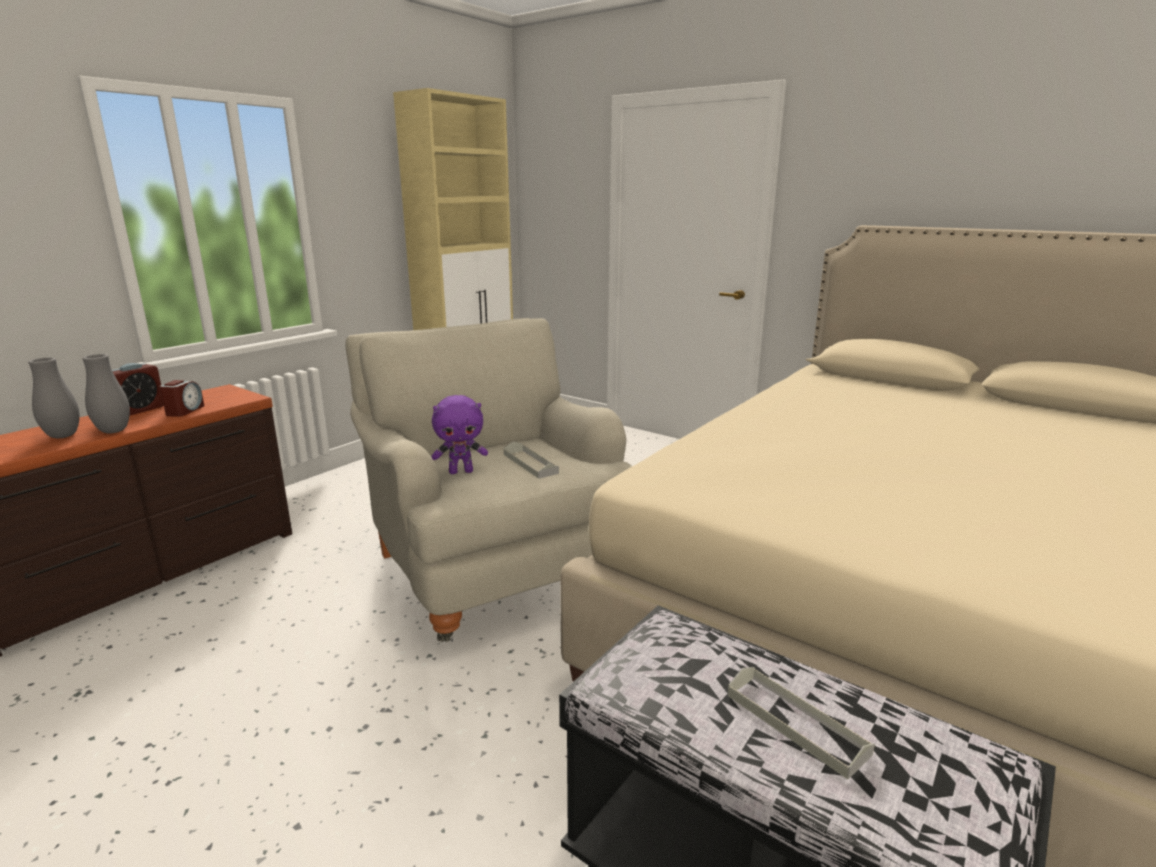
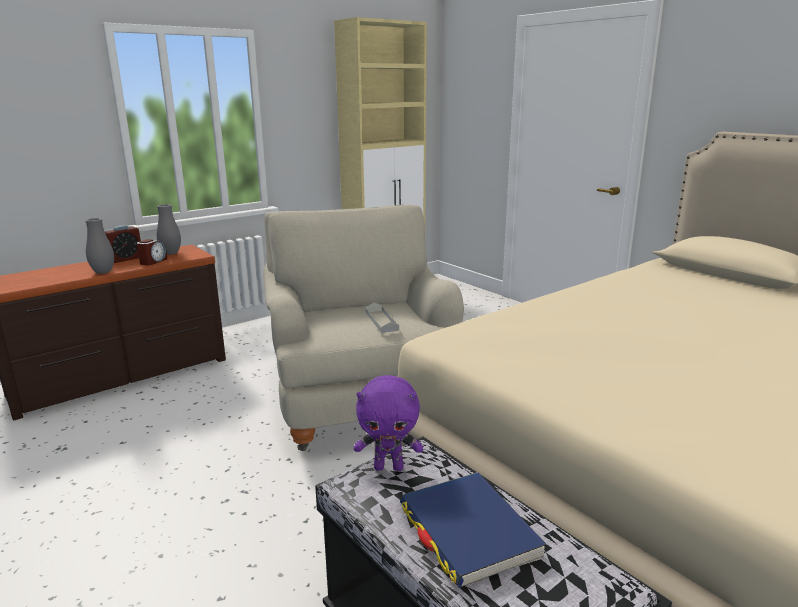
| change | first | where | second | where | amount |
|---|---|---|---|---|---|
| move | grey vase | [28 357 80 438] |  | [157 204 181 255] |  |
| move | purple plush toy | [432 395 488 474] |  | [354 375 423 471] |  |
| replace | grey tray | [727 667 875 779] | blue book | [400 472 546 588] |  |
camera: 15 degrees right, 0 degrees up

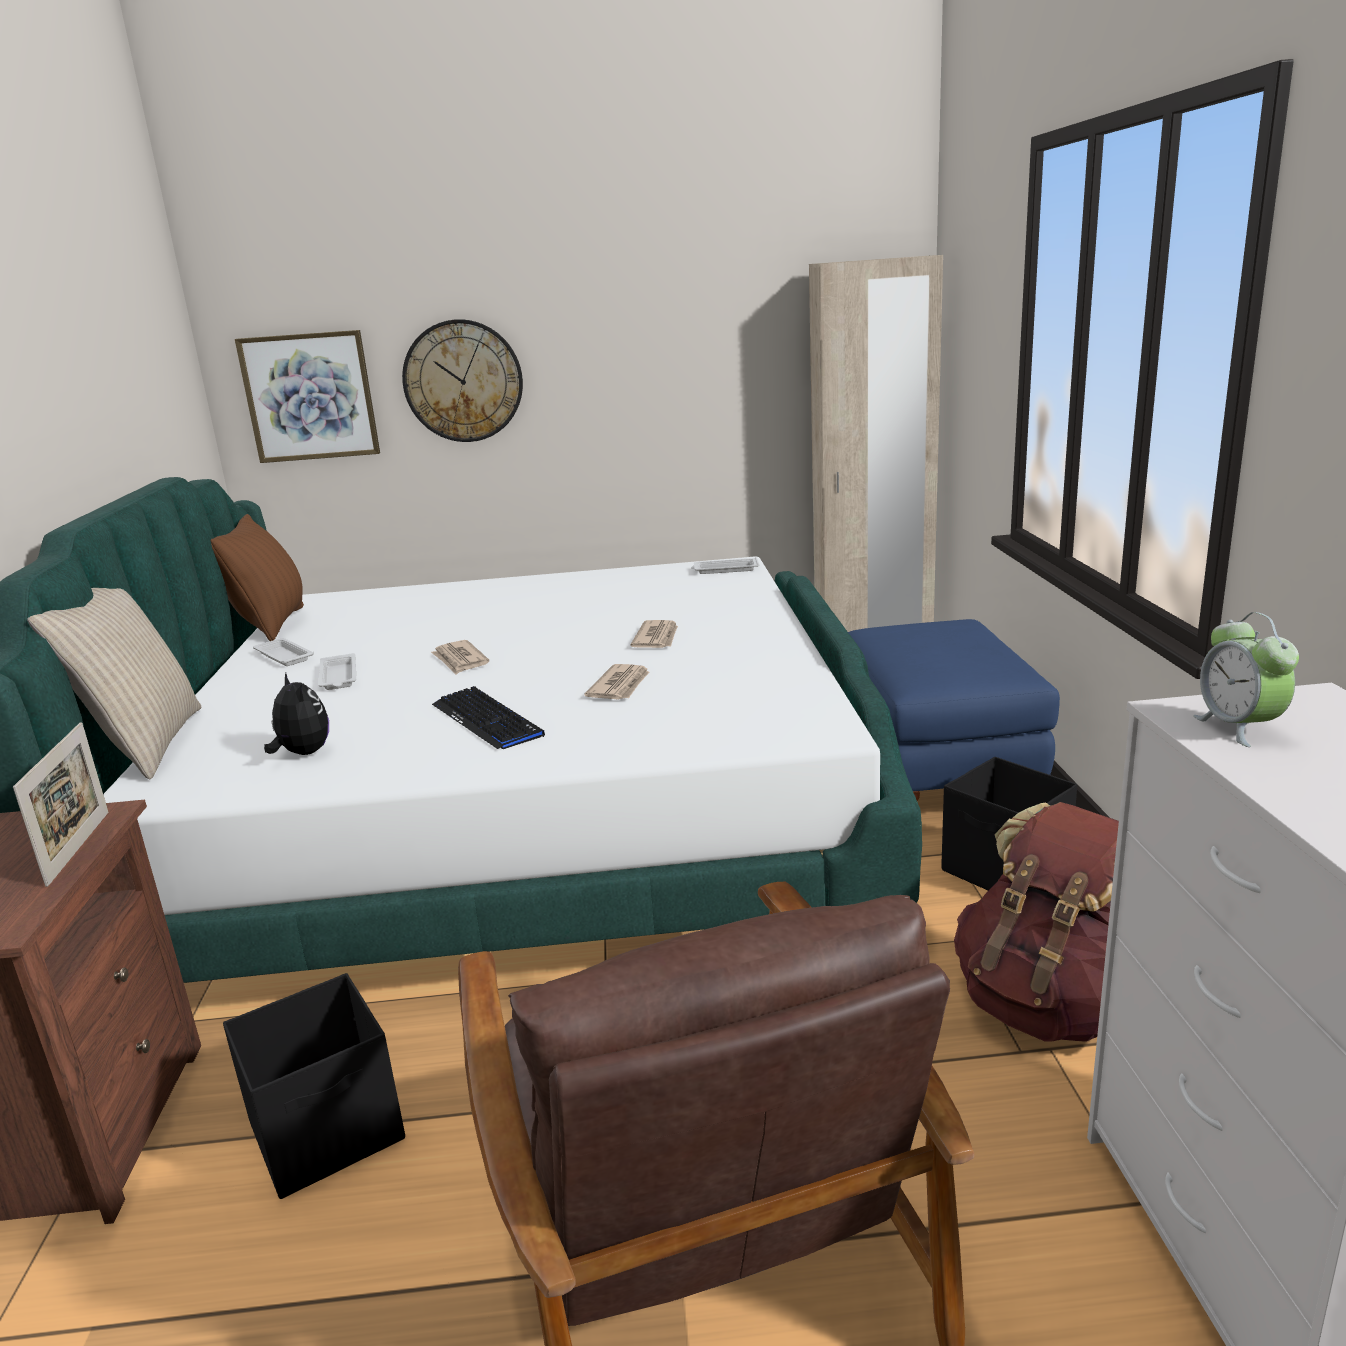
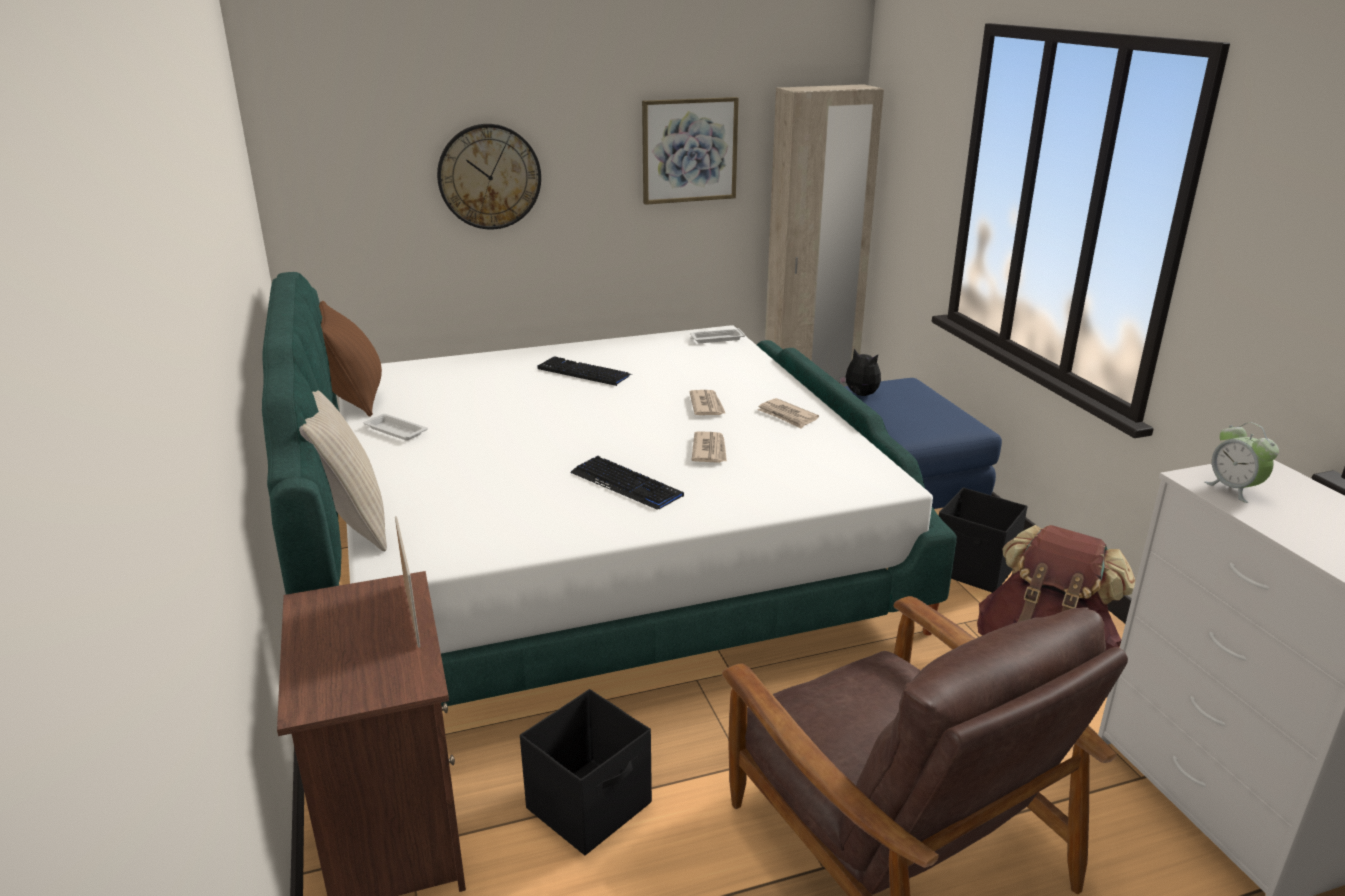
| change | first | where | second | where | amount |
|---|---|---|---|---|---|
| delete | white tray | [318 653 356 690] |  |  |  |
| insert |  |  | keyboard | [538 356 630 386] |  |
| move | picture | [235 330 380 463] |  | [642 97 739 205] |  |
| move | plush toy | [264 673 329 755] |  | [839 349 881 396] |  |
| move | newspaper | [431 640 489 675] |  | [757 398 819 429] |  |
camera: 15 degrees left, 5 degrees up

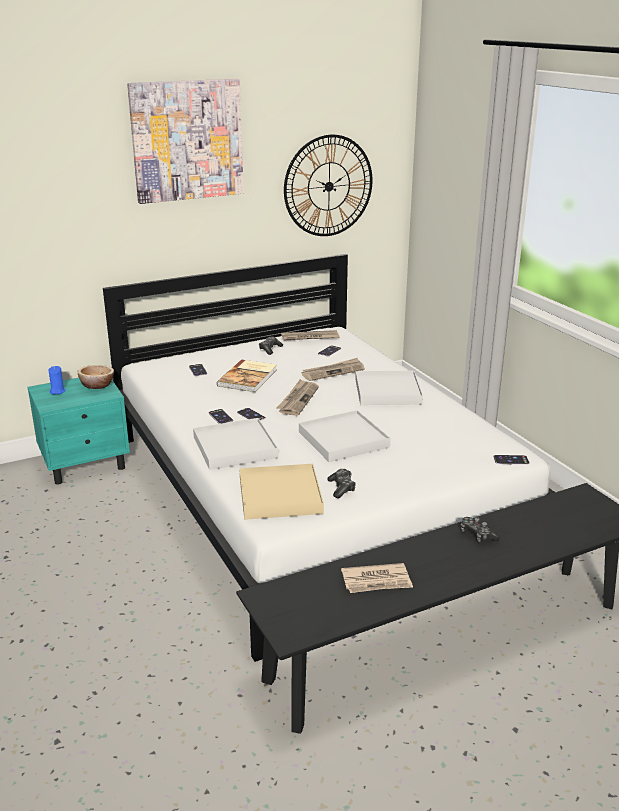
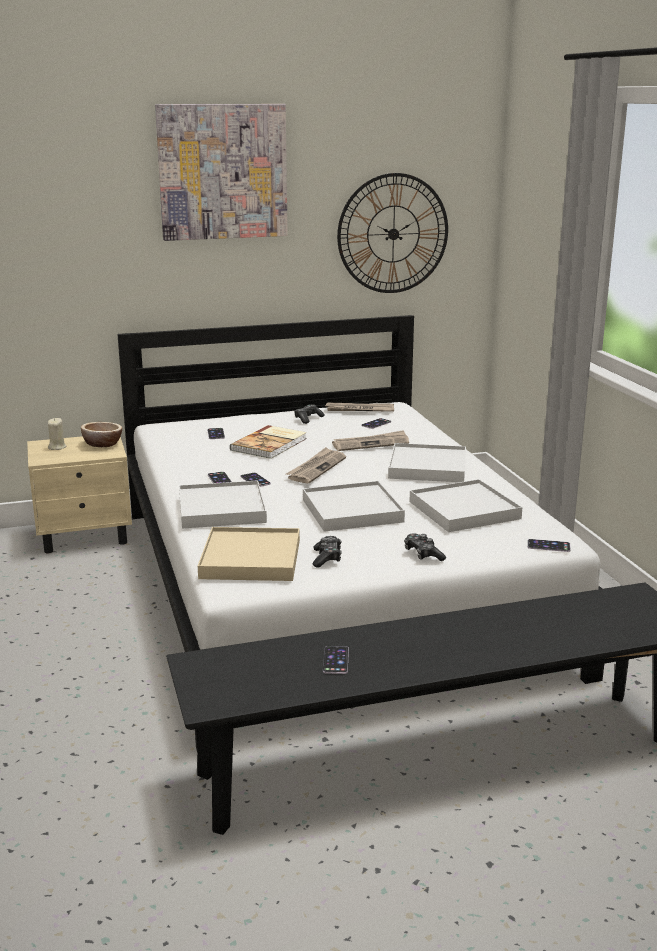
| change | first | where | second | where | amount |
|---|---|---|---|---|---|
| insert |  |  | white tray | [409 479 522 532] |  |
| move | game controller | [461 517 500 542] |  | [404 534 446 561] |  |
| replace | newspaper | [341 563 413 593] | phone | [323 646 349 674] |  |
| recolor | turquoise nightstand | [27 378 130 485] | beige nightstand | [27 436 132 553] |  |
| recolor | blue candle | [49 366 66 395] | beige candle | [48 418 67 450] |  |
camera: 10 degrees right, 5 degrees down

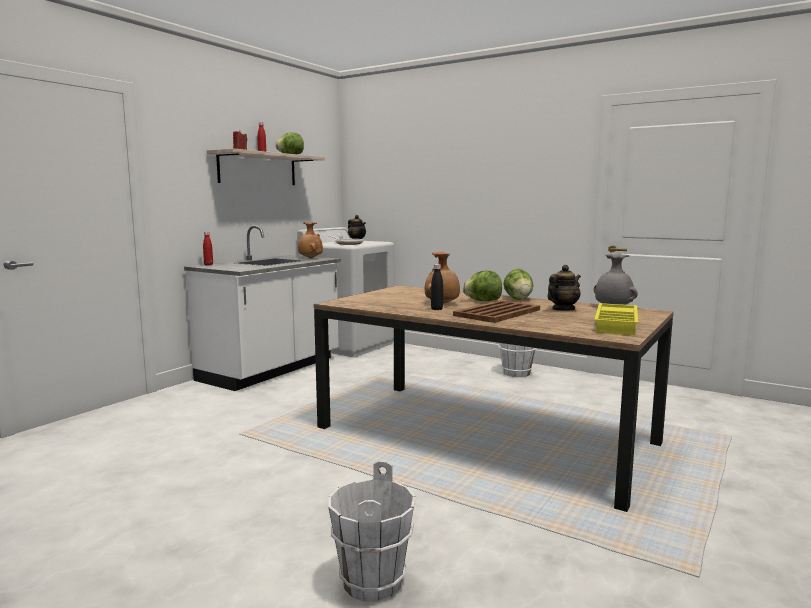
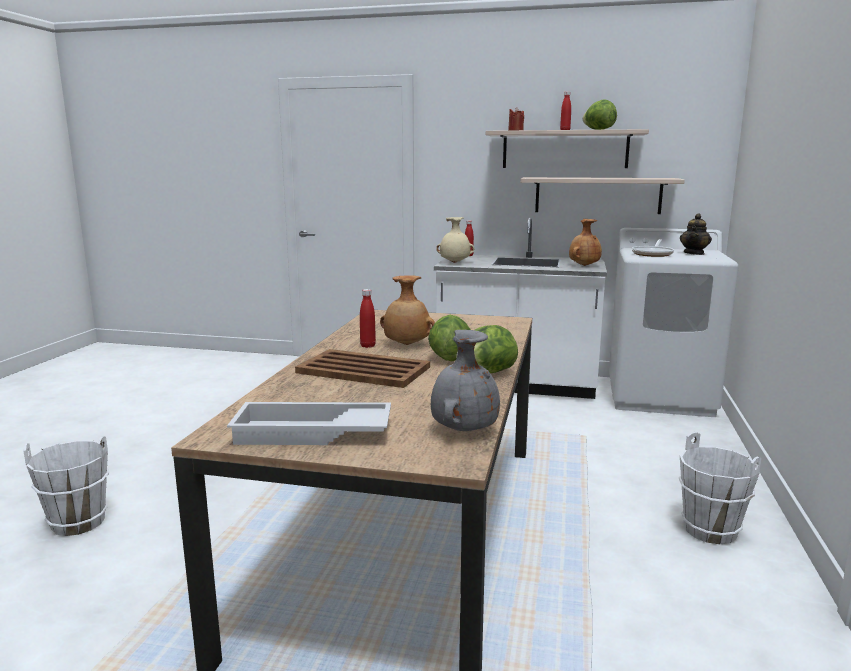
| change | first | where | second | where | amount |
|---|---|---|---|---|---|
| delete | teapot | [547 265 581 311] |  |  |  |
| insert |  |  | beige vase | [436 217 474 263] |  |
| insert |  |  | shelf | [520 177 685 214] |  |
| recolor | black bottle | [431 264 443 310] | red bottle | [360 289 376 348] |  |
| recolor | yellow tray | [594 303 638 335] | white tray | [227 402 391 445] |  |
camera: 70 degrees right, 5 degrees up

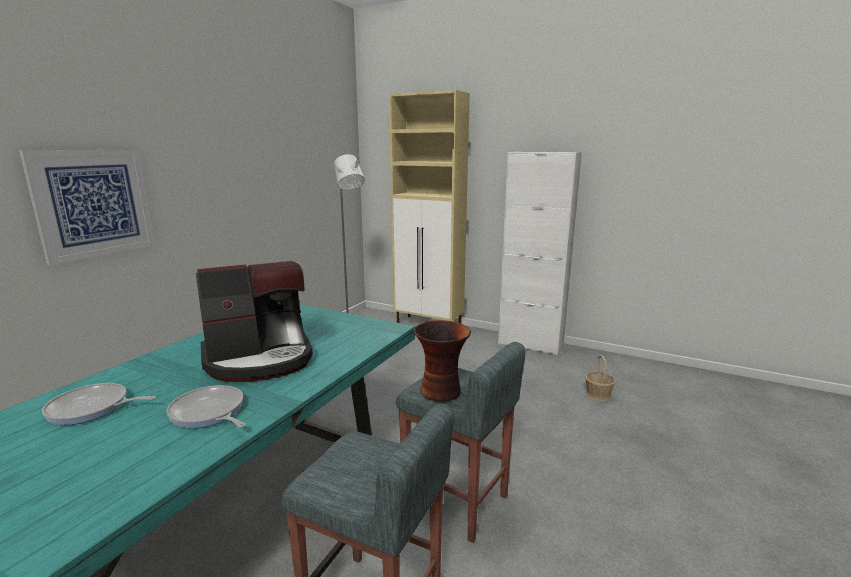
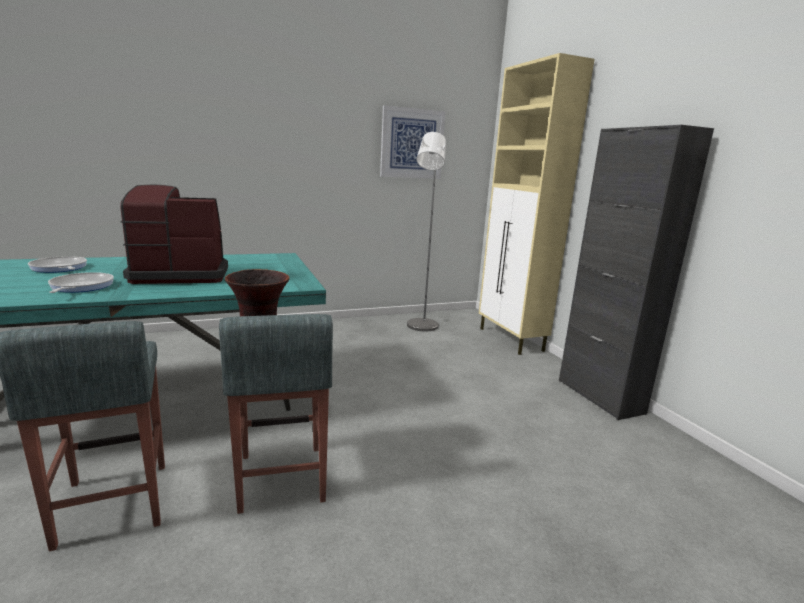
| change | first | where | second | where | amount |
|---|---|---|---|---|---|
| delete | basket | [585 355 616 401] |  |  |  |
| move | picture | [19 150 155 265] |  | [380 105 446 179] |  |
| recolor | white cabinet | [498 152 582 356] | black cabinet | [559 125 714 420] |  |
| rotate | coffee machine | [196 261 313 382] |  | [120 185 228 284] | 150 degrees clockwise |
camera: 40 degrees right, 0 degrees up

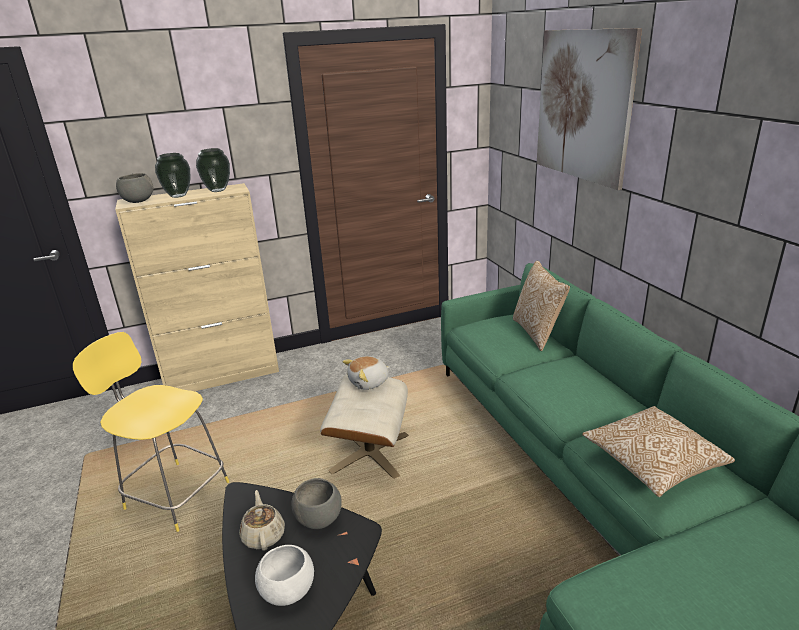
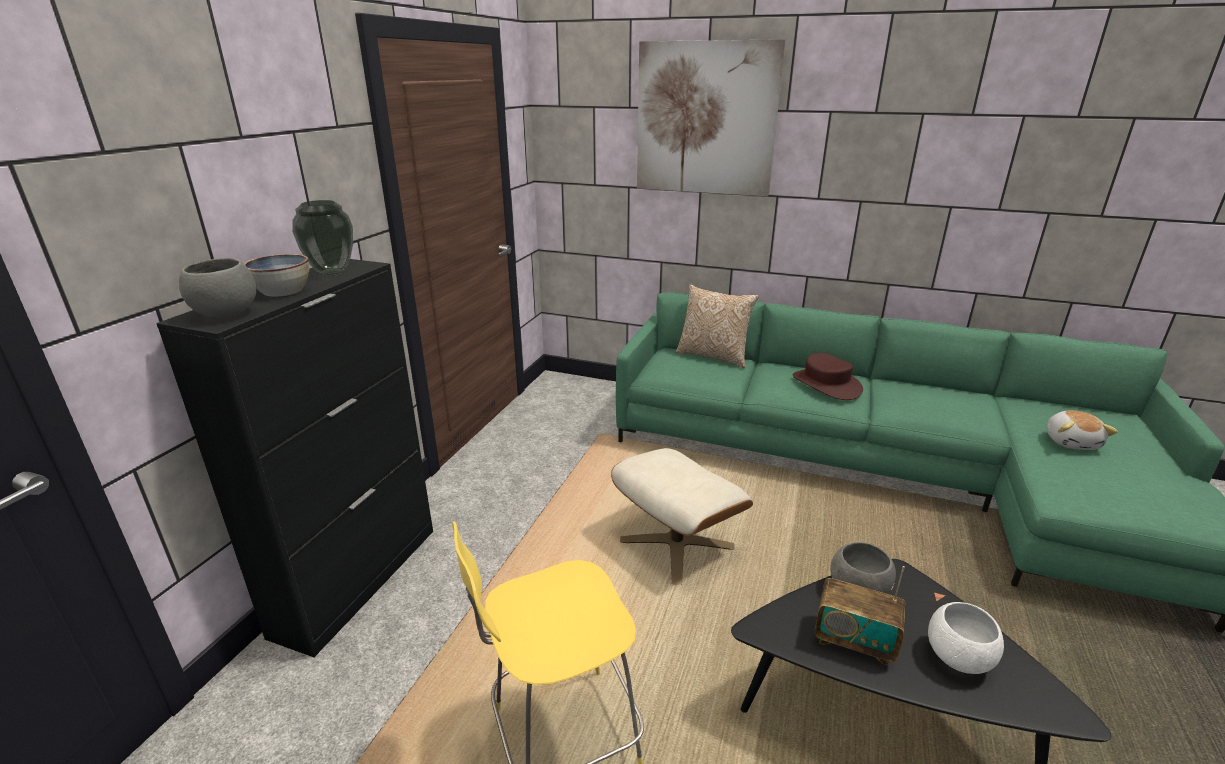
| change | first | where | second | where | amount |
|---|---|---|---|---|---|
| delete | pillow | [582 406 735 497] |  |  |  |
| insert |  |  | brown hat | [793 353 863 400] |  |
| move | plush toy | [342 356 390 390] |  | [1046 411 1118 450] |  |
| replace | vase | [155 153 191 198] | bowl | [244 254 309 297] |  |
| replace | beige teapot | [239 490 285 551] | radio | [815 566 905 665] |  |
| recolor | beige cabinet | [115 183 279 391] | black cabinet | [156 259 433 657] |  |
camera: 50 degrees left, 0 degrees up

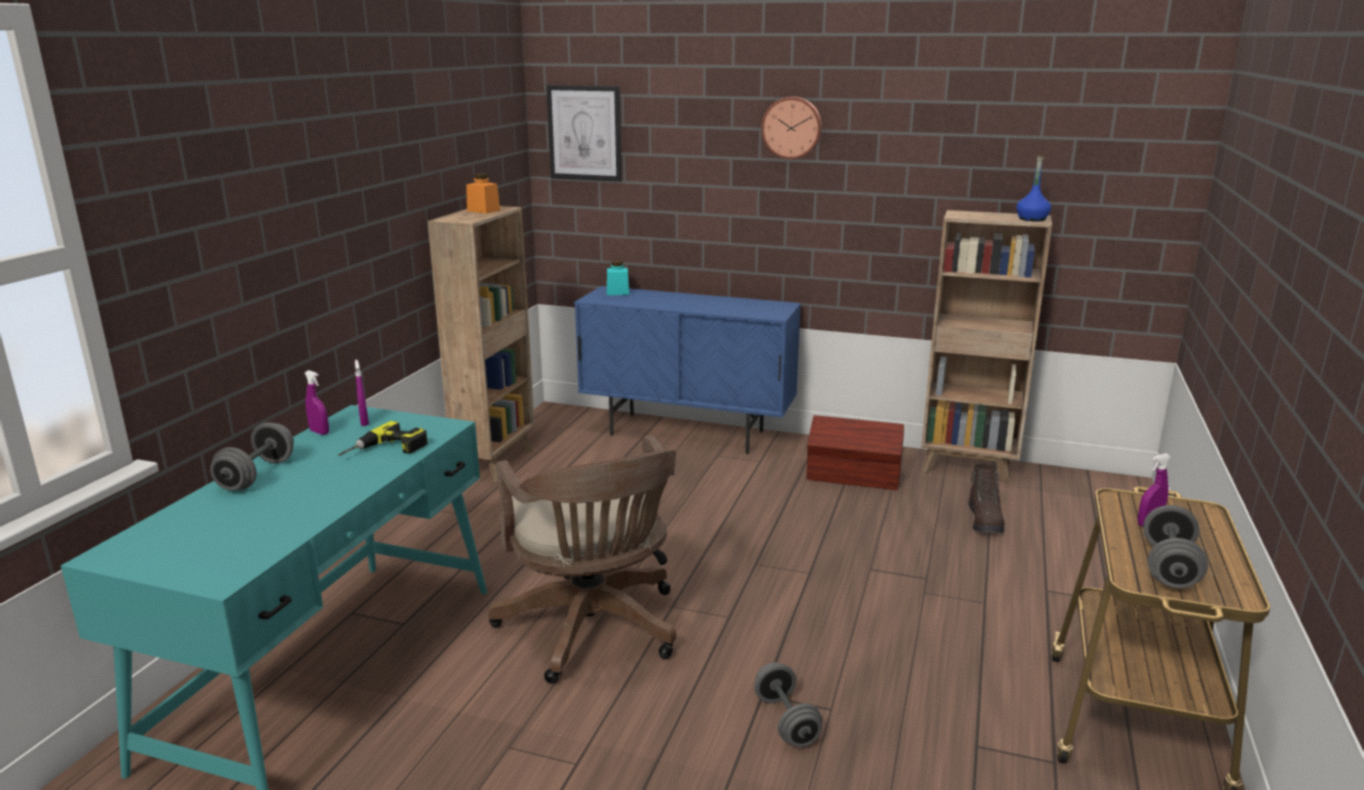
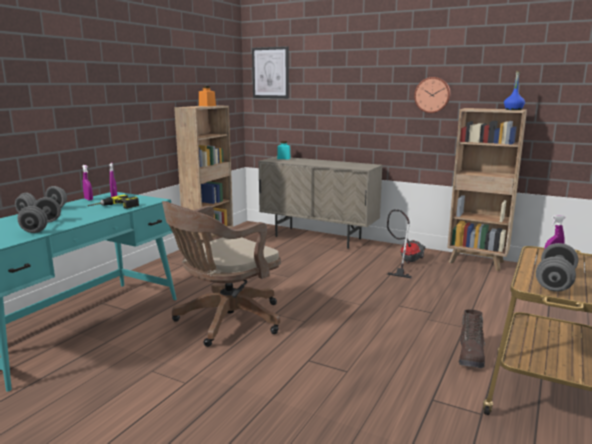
| change | first | where | second | where | amount |
|---|---|---|---|---|---|
| move | grey dumbbell | [754 663 822 747] |  | [17 197 61 233] |  |
| move | wall clock | [761 96 822 160] |  | [414 77 451 113] |  |
| move | brown boot | [968 464 1004 533] |  | [459 310 485 368] |  |
| replace | brown storage box | [806 415 904 490] | vacuum cleaner | [387 209 425 278] |  |
| recolor | blue cabinet | [574 286 801 454] | beige cabinet | [258 156 383 249] |  |
| rotate | brown office chair | [489 435 676 684] |  | [162 201 281 347] | 60 degrees clockwise |
camera: 10 degrees right, 5 degrees down

